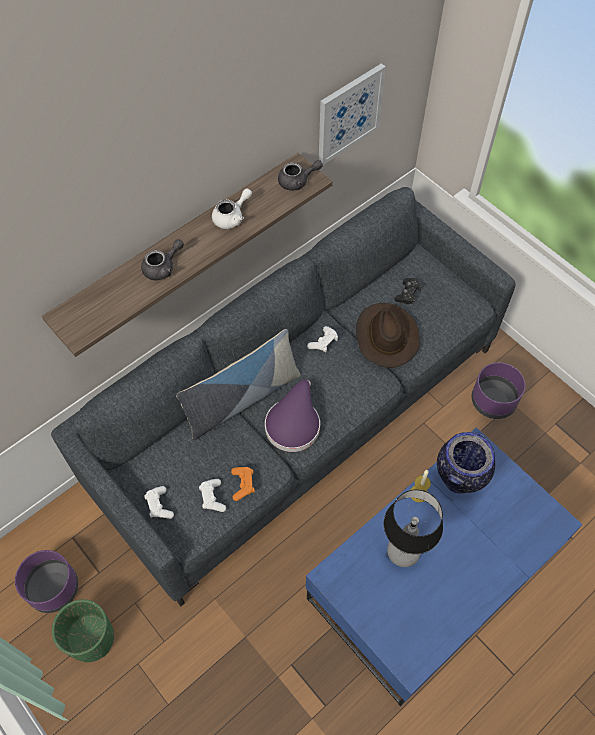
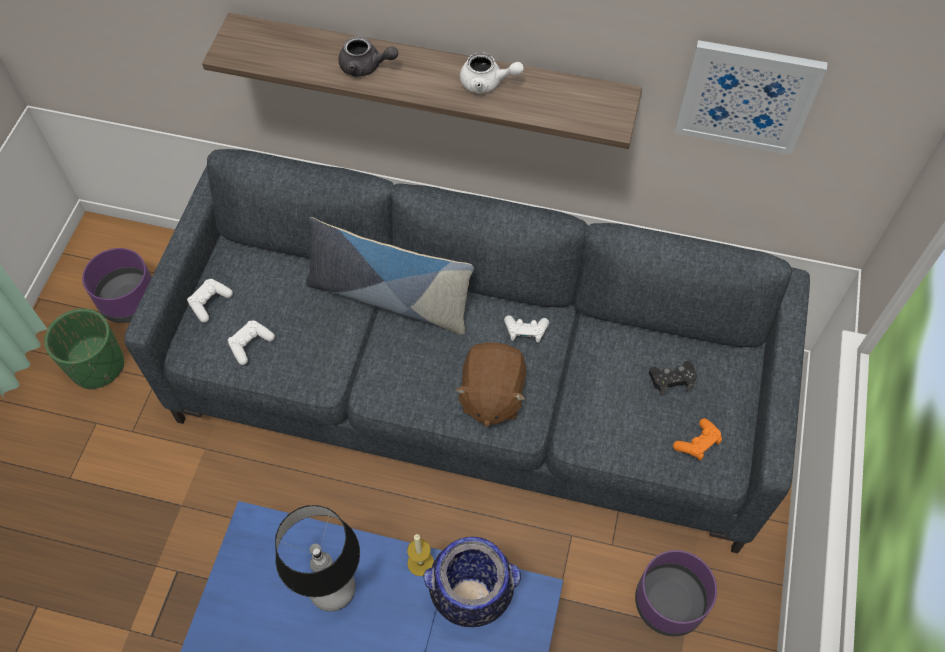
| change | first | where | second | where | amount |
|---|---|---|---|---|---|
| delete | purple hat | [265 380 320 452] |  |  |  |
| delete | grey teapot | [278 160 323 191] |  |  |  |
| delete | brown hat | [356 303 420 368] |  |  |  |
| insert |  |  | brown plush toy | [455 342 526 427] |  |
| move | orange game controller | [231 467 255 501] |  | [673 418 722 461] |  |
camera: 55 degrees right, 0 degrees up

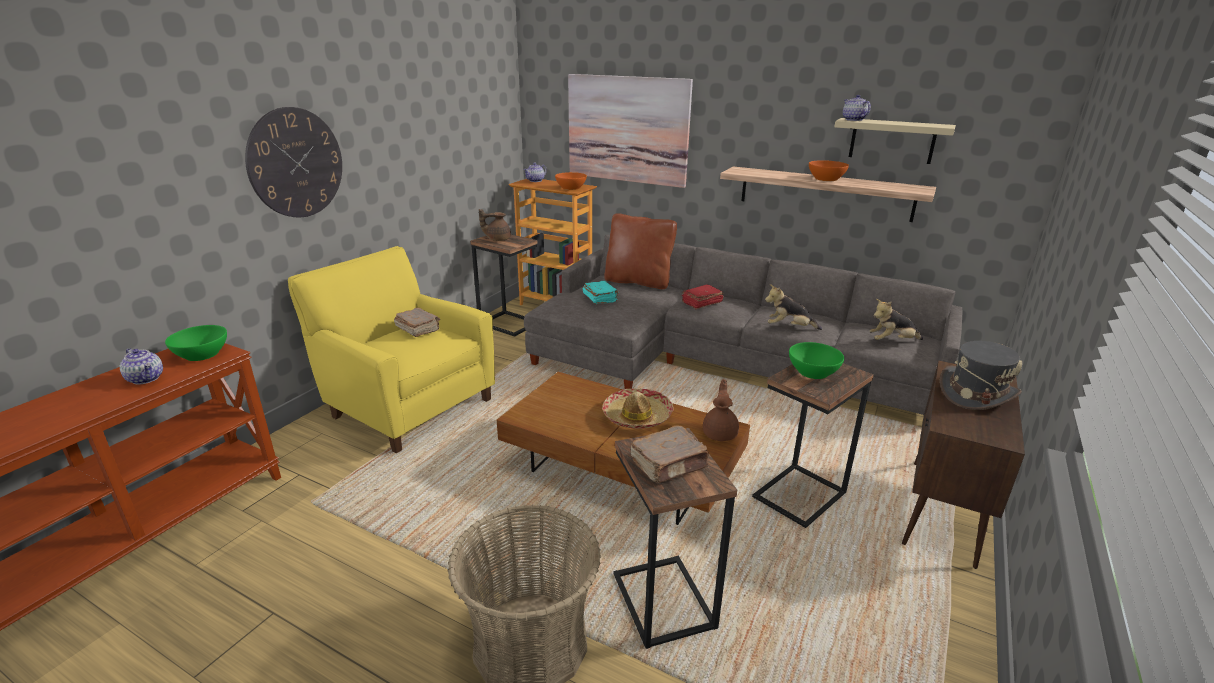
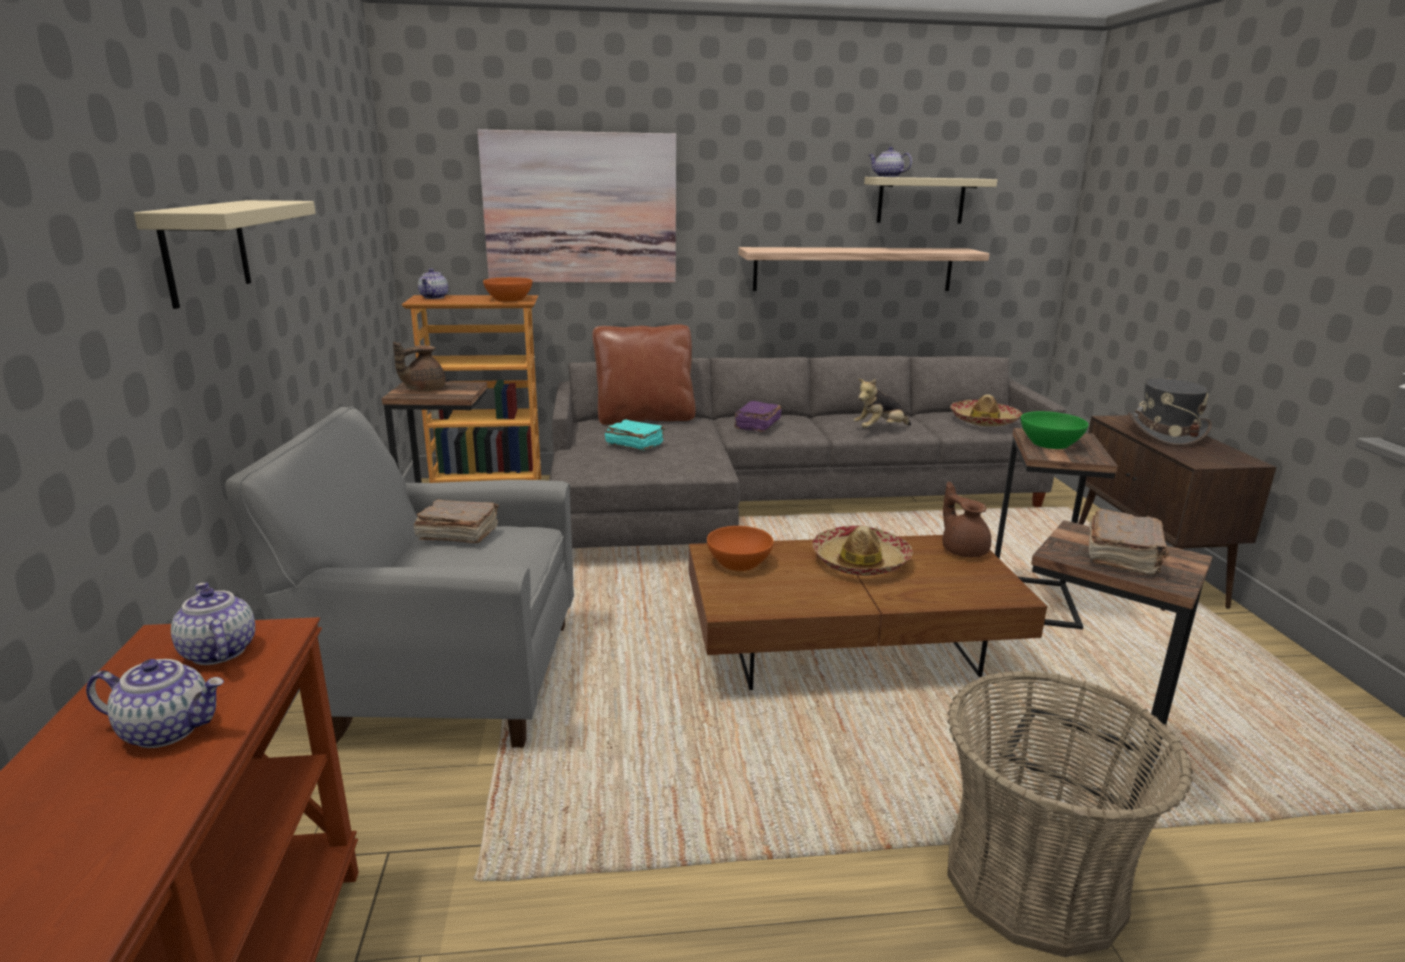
| change | first | where | second | where | amount |
|---|---|---|---|---|---|
| move | orange bowl | [809 160 849 181] |  | [707 526 773 571] |  |
| replace | green bowl | [165 325 227 361] | teapot | [171 582 255 665] |  |
| replace | wall clock | [245 107 342 217] | beige shelf | [134 200 316 309] |  |
| replace | plush toy | [869 299 923 340] | hat | [950 394 1022 426] |  |
| recolor | yellow armchair | [288 246 495 453] | grey armchair | [225 407 574 747] |  |
| recolor | red book | [682 285 724 309] | purple book | [734 401 782 432] |  |
camera: 35 degrees left, 5 degrees down

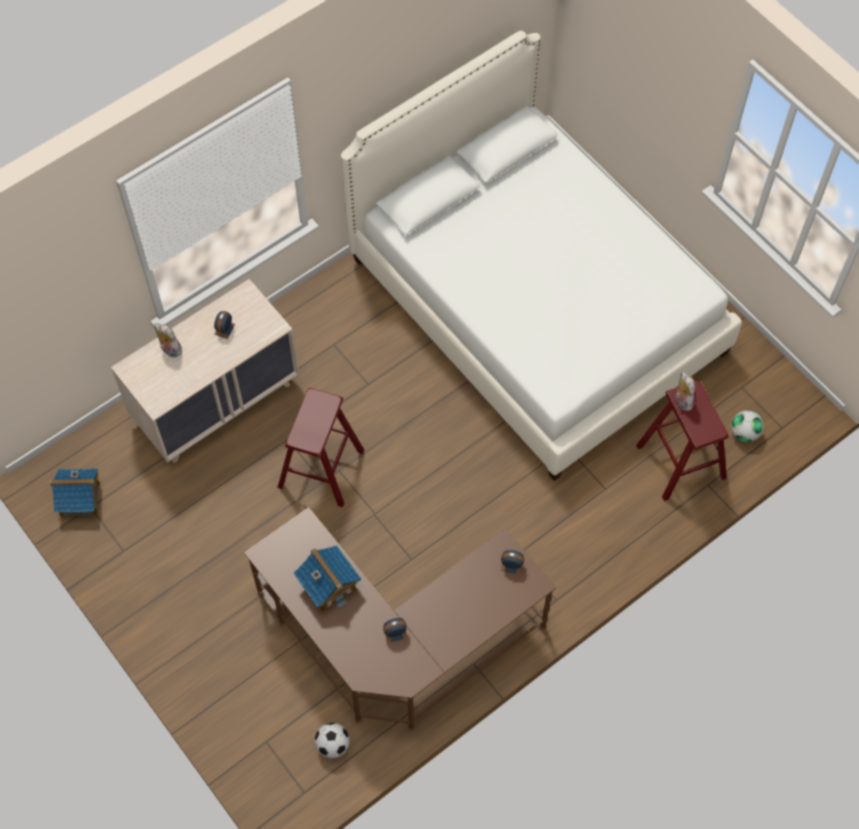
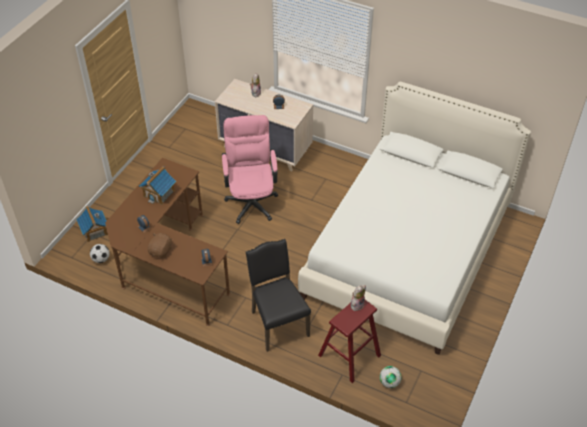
| change | first | where | second | where | amount |
|---|---|---|---|---|---|
| insert |  |  | brown plush toy | [148 233 172 258] |  |
| insert |  |  | black chair | [246 239 311 352] |  |
| move | toy house | [49 468 100 517] |  | [76 206 108 242] |  |
| replace | red stool | [277 388 364 507] | pink office chair | [222 115 278 224] |  |
camera: 65 degrees right, 15 degrees down

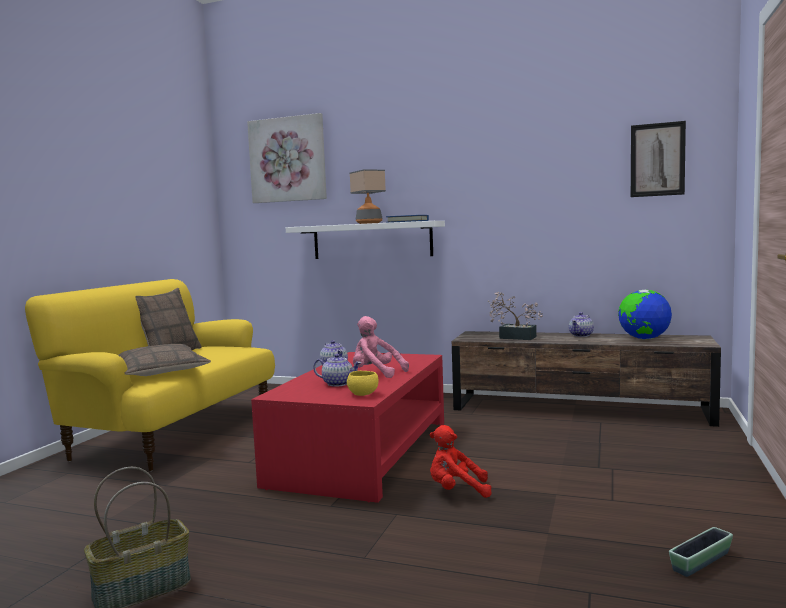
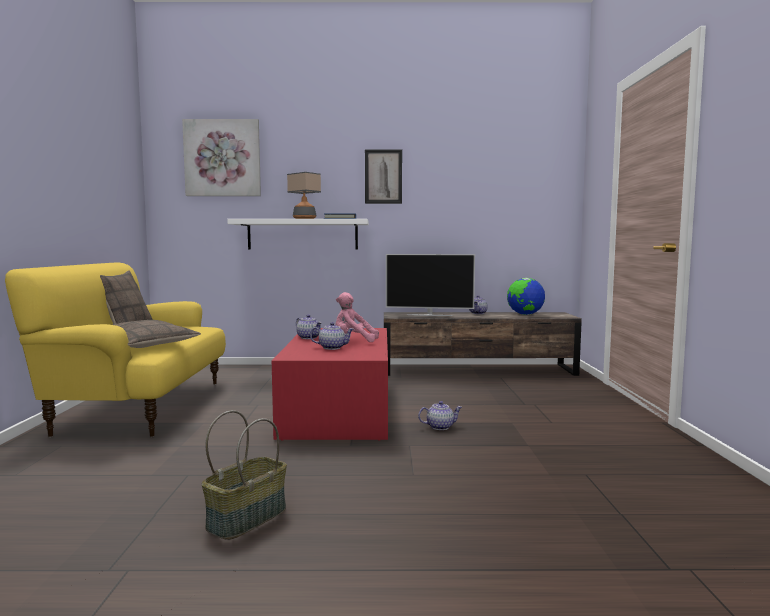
| change | first | where | second | where | amount |
|---|---|---|---|---|---|
| delete | yellow bowl | [347 371 378 396] |  |  |  |
| delete | planter | [669 527 733 577] |  |  |  |
| move | picture | [631 121 686 197] |  | [365 150 402 204] |  |
| replace | red plush toy | [429 425 492 498] | teapot | [418 401 462 430] |  |
| replace | potted plant | [488 292 543 340] | television | [386 254 475 316] |  |
camera: 20 degrees left, 0 degrees up

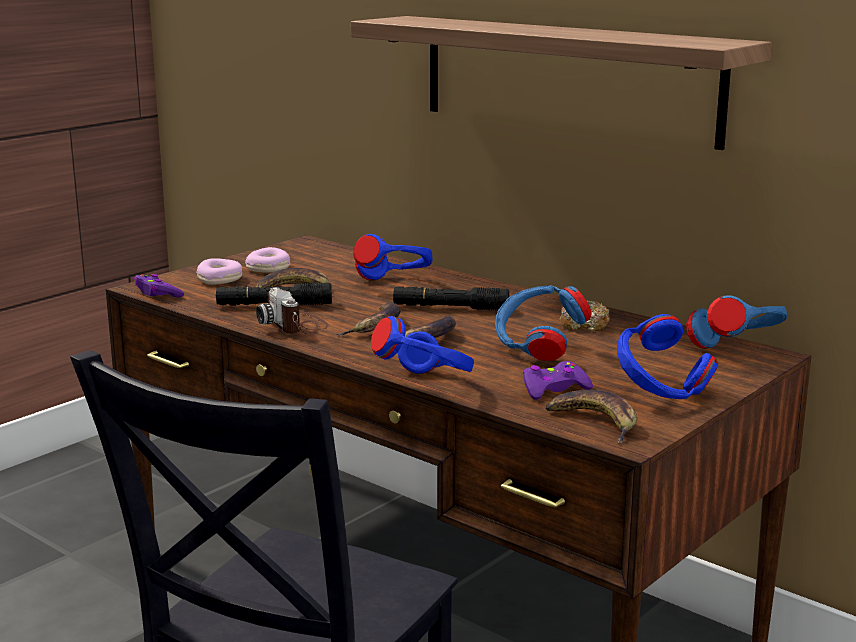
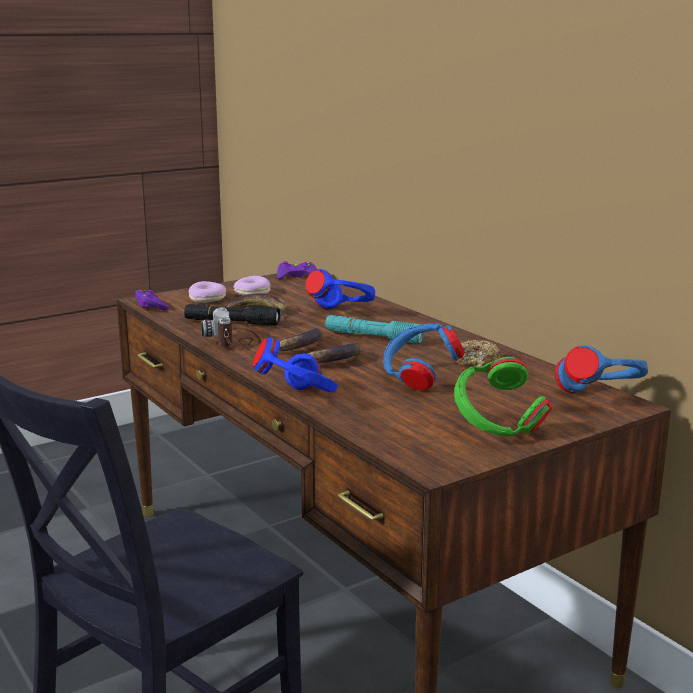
| change | first | where | second | where | amount |
|---|---|---|---|---|---|
| delete | shelf | [351 16 772 150] |  |  |  |
| delete | banana | [546 390 637 444] |  |  |  |
| move | purple game controller | [523 361 593 400] |  | [277 261 317 279] |  |
| recolor | black flashlight | [393 286 509 311] | turquoise flashlight | [325 315 424 343] |  |
| recolor | blue headphones | [617 314 718 399] | green headphones | [454 357 552 436] |  |
camera: 15 degrees right, 0 degrees up

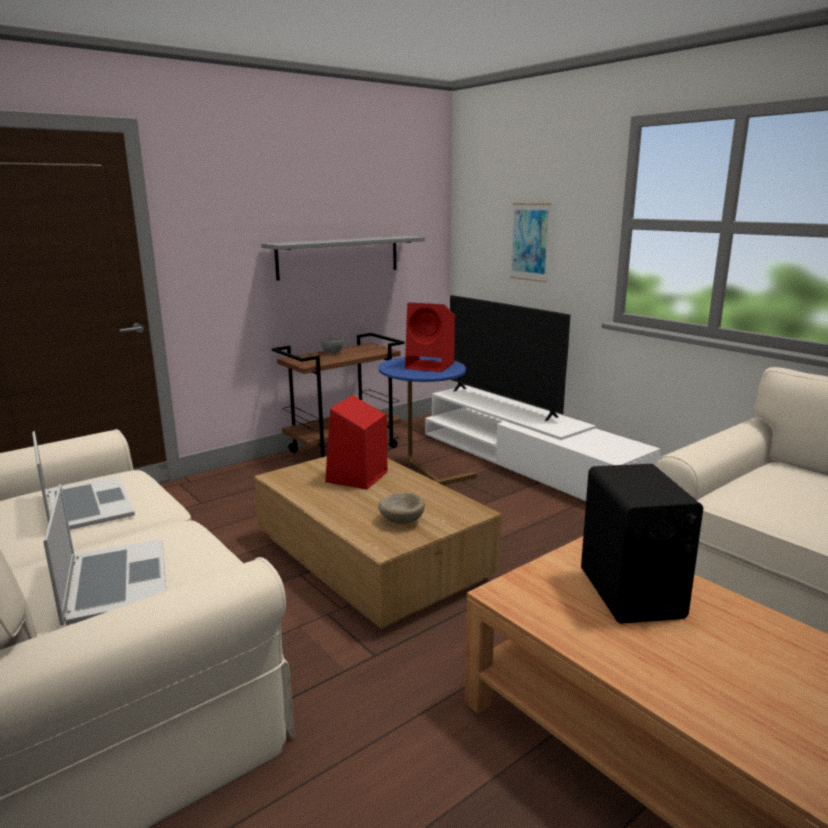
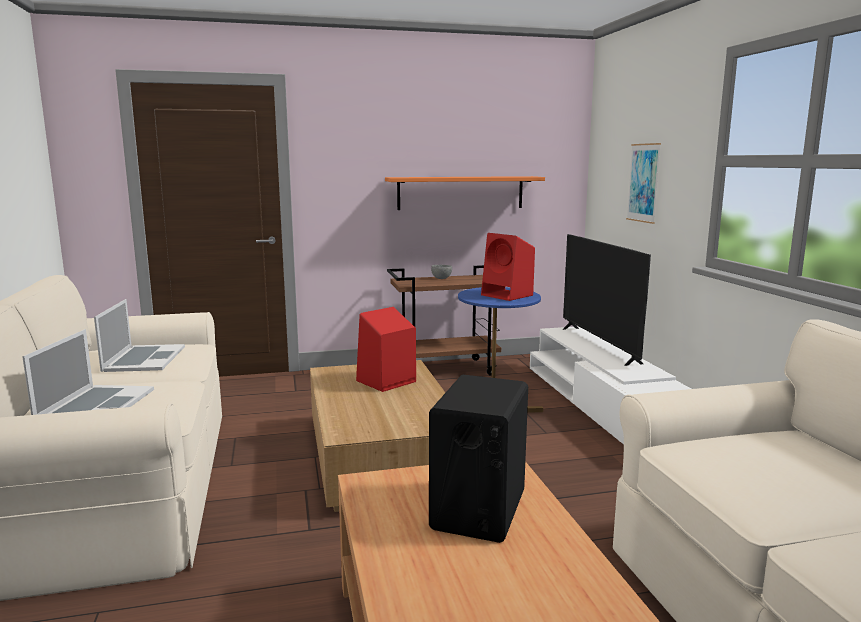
| change | first | where | second | where | amount |
|---|---|---|---|---|---|
| delete | beige bowl | [378 493 425 524] |  |  |  |
| recolor | grey shelf | [261 236 425 281] | orange shelf | [385 176 545 210] |  |
camera: 25 degrees right, 5 degrees down

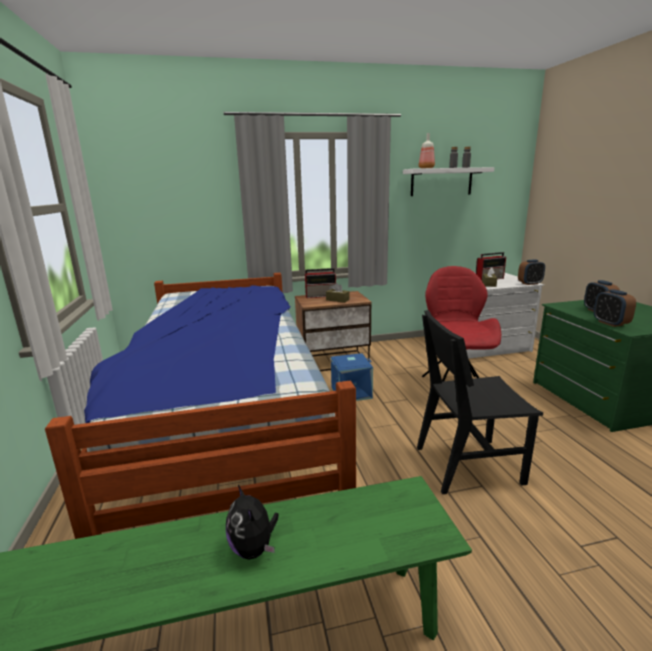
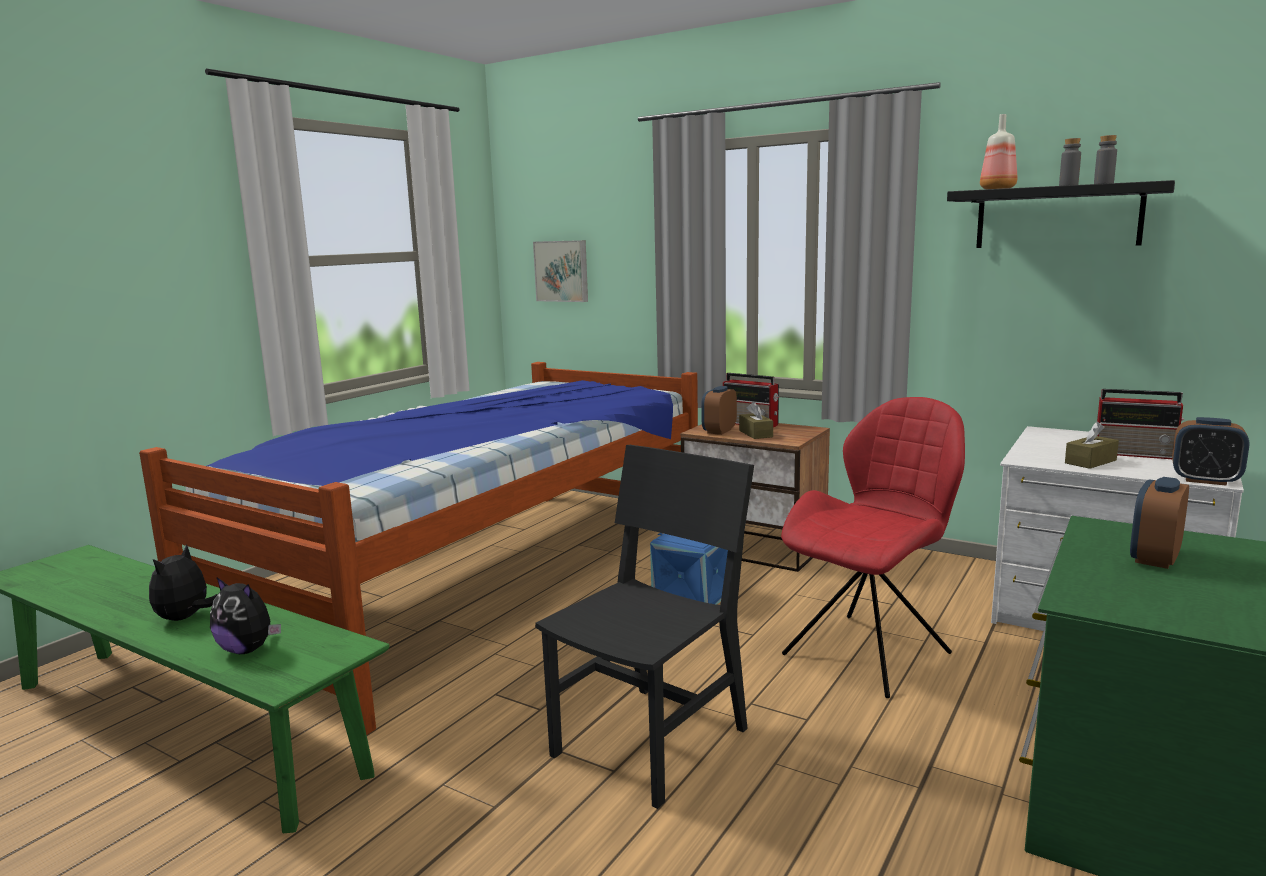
| change | first | where | second | where | amount |
|---|---|---|---|---|---|
| insert |  |  | plush toy | [210 578 281 654] |  |
| insert |  |  | picture | [533 240 588 302] |  |
| move | alarm clock | [594 289 636 327] |  | [701 386 737 435] |  |
| recolor | white shelf | [403 167 494 196] | black shelf | [947 180 1175 248] |  |
| rotate | black chair | [417 310 543 494] |  | [535 445 754 809] | 90 degrees clockwise |
camera: 45 degrees right, 5 degrees down

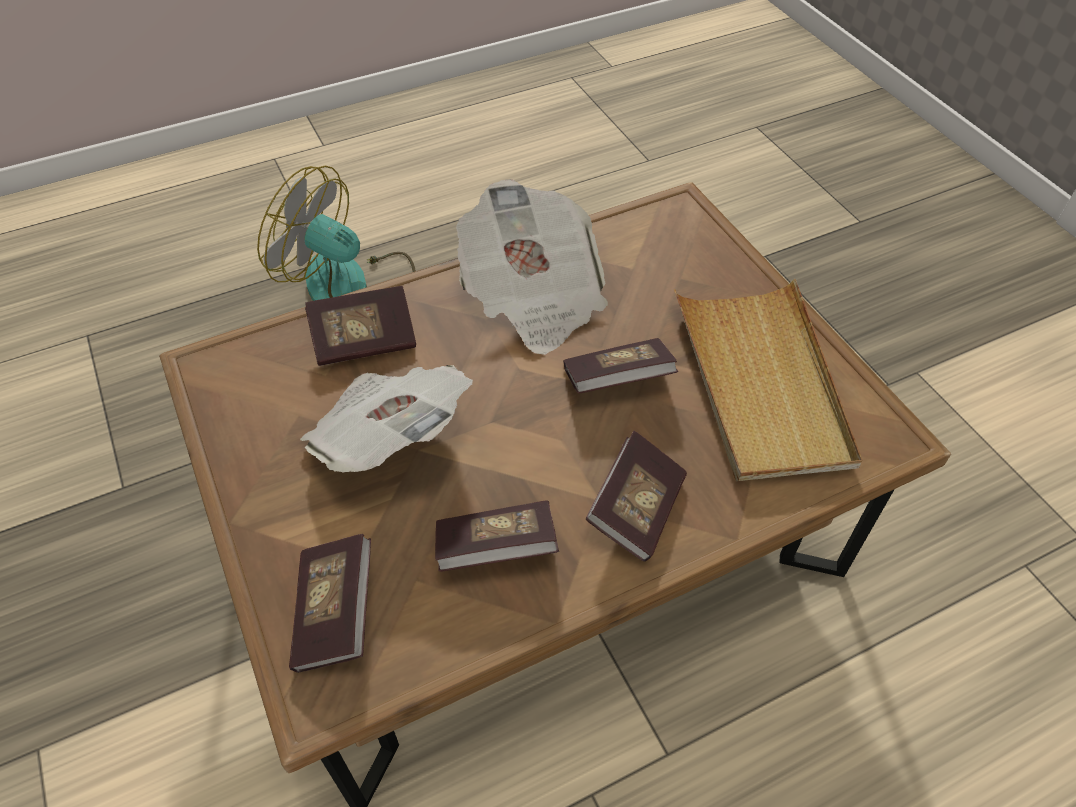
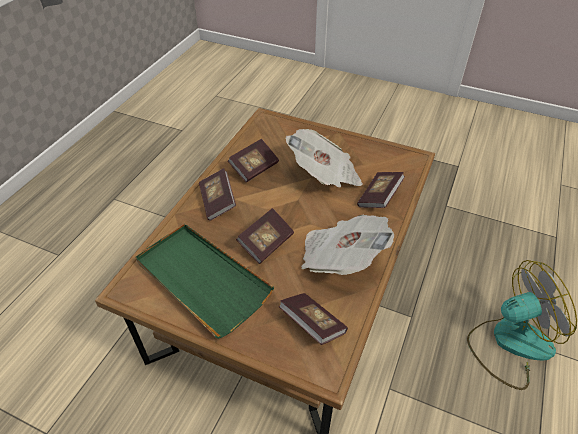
| change | first | where | second | where | amount |
|---|---|---|---|---|---|
| move | book | [289 534 371 673] |  | [279 293 348 345] |  |
| recolor | beige tray | [674 279 863 481] | green tray | [135 224 274 339] |  |
camera: 140 degrees right, 5 degrees down

